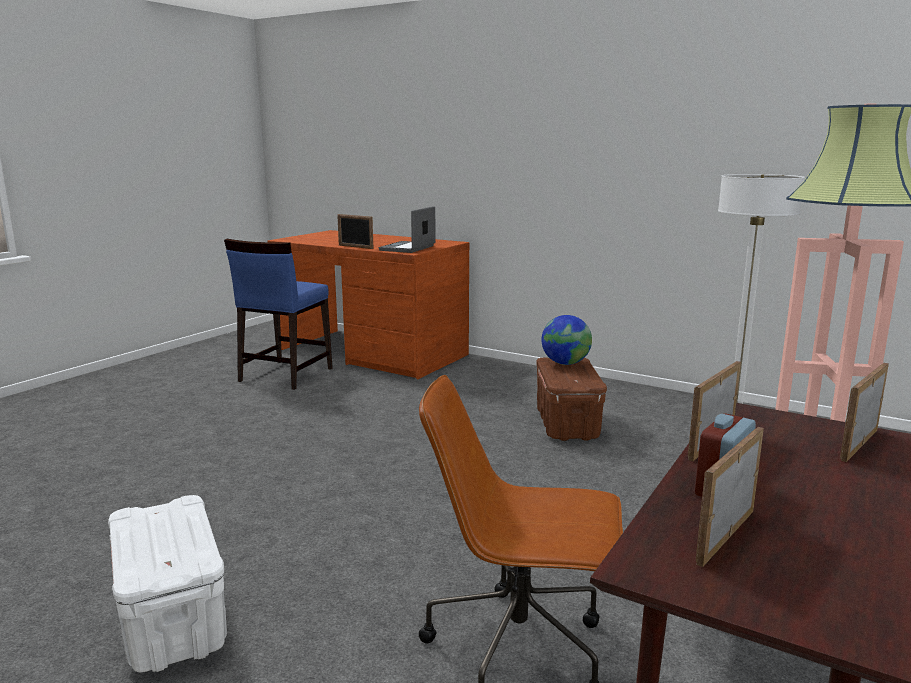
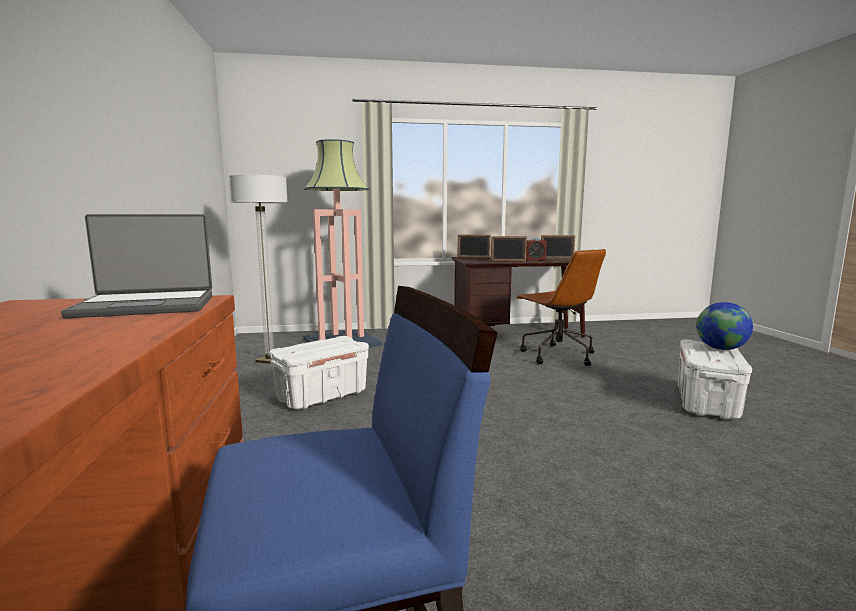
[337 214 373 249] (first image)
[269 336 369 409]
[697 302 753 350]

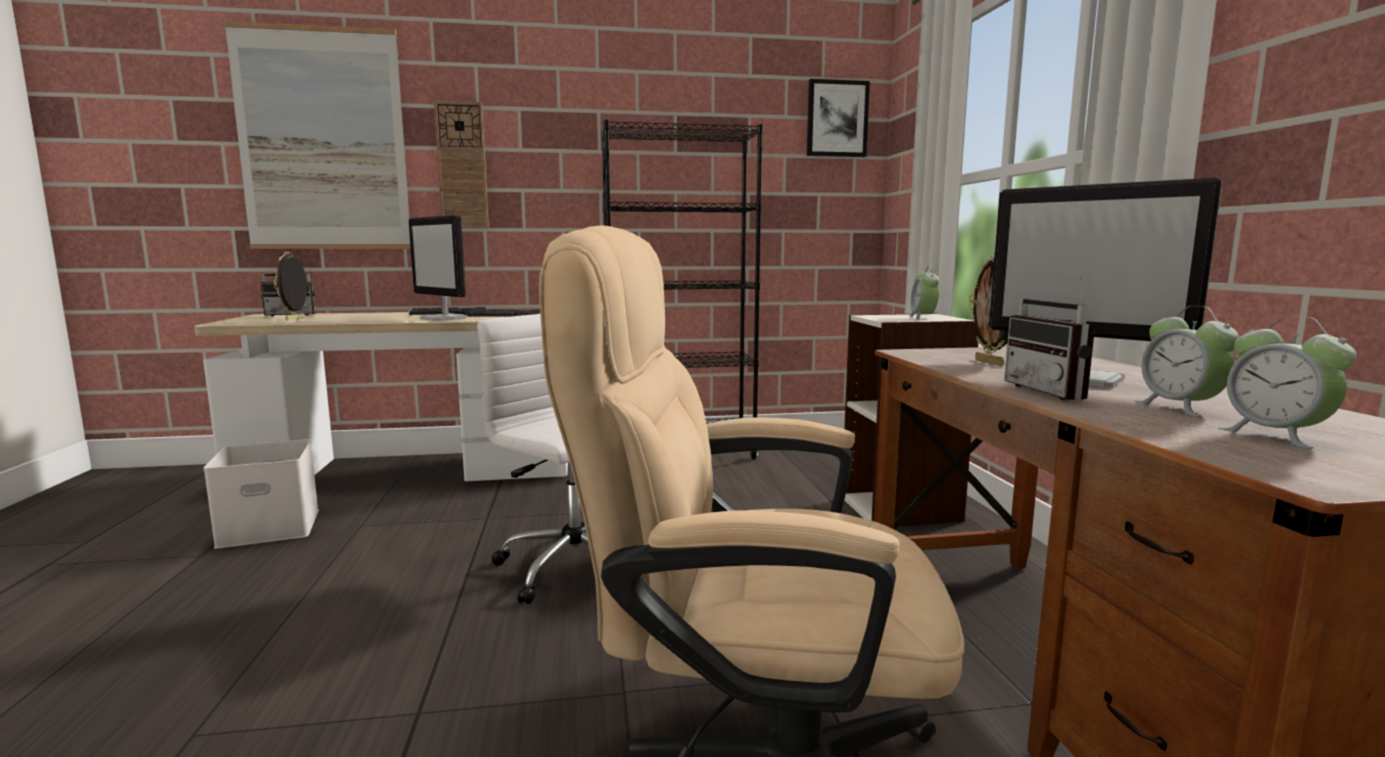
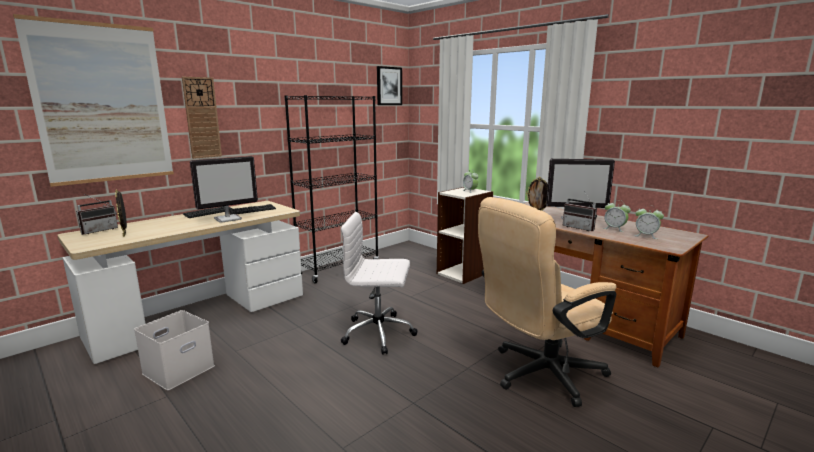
[190 156 258 223]

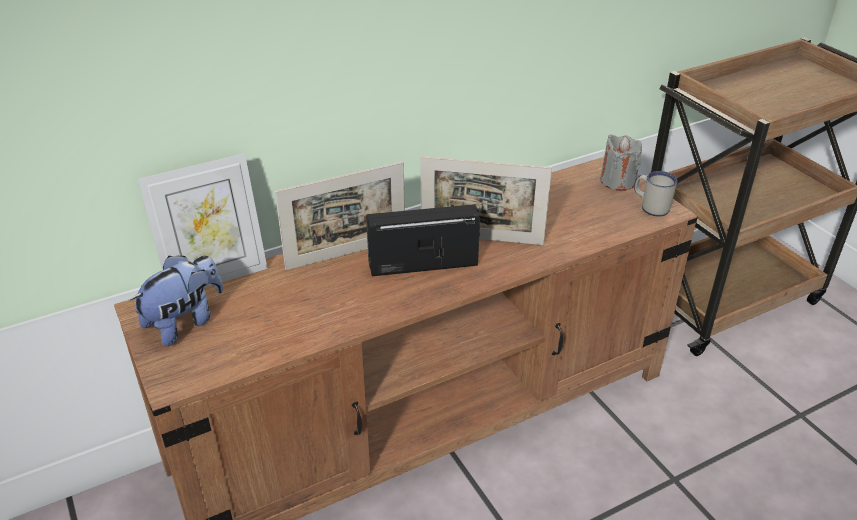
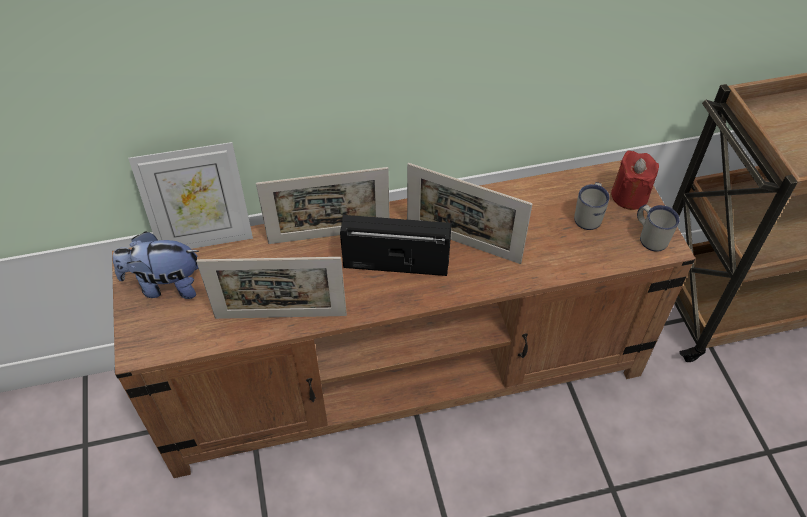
[113 231 199 299]
[611 150 659 210]
[196 257 347 319]
[574 182 610 230]

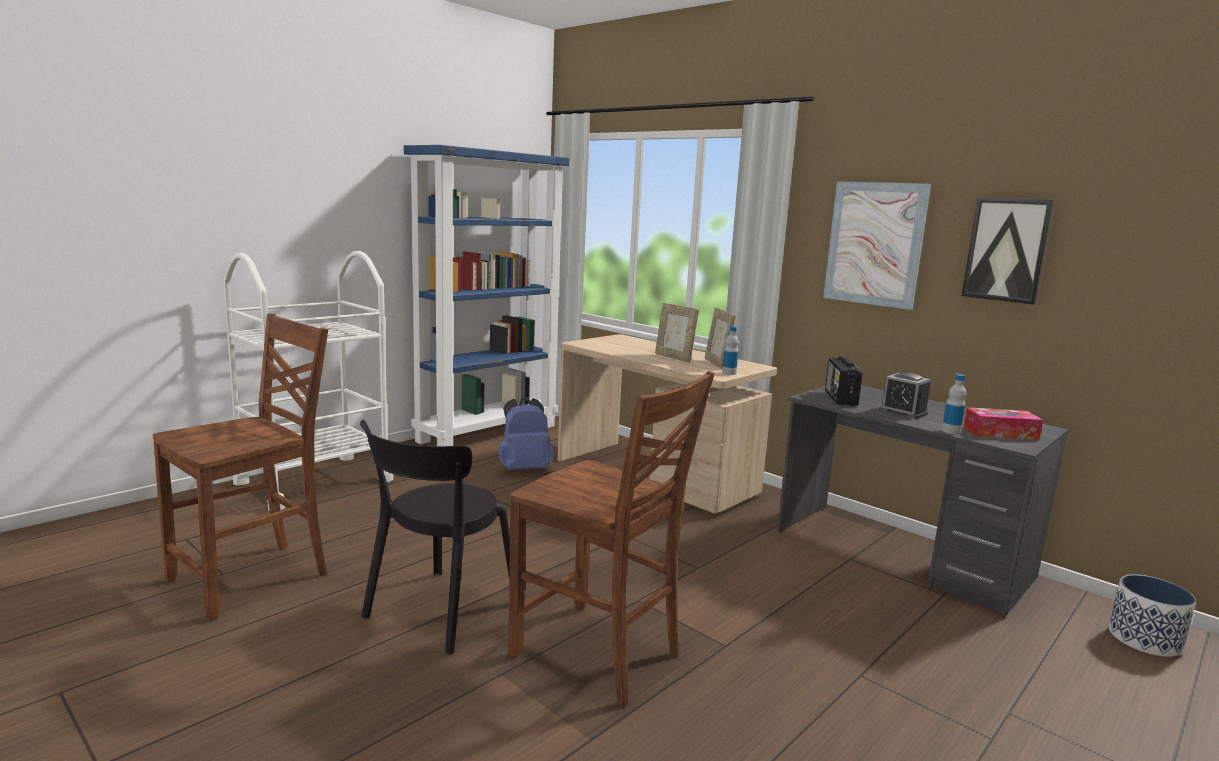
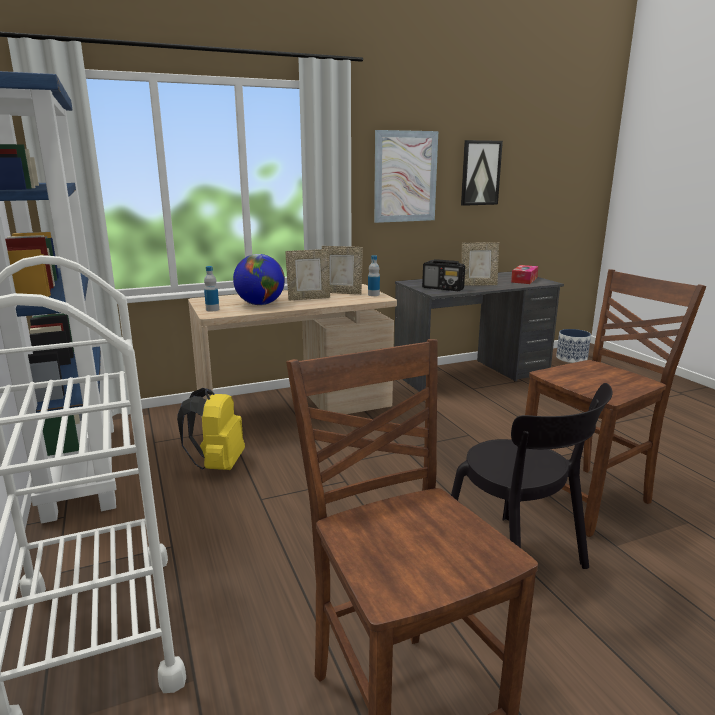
[177 388 245 470]
[461 242 499 286]
[204 266 219 311]
[233 254 285 305]

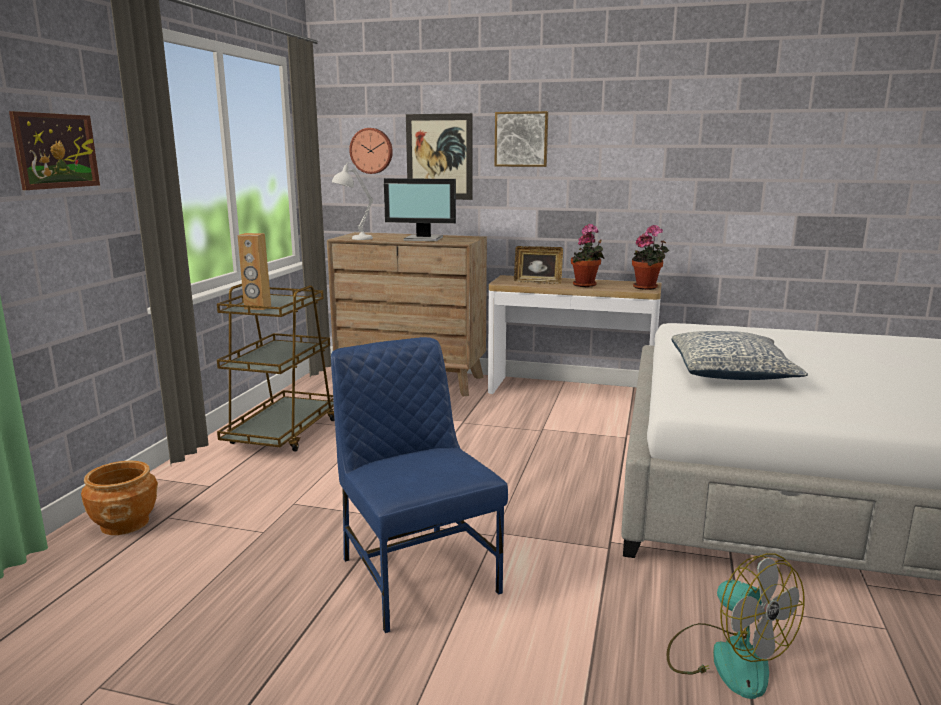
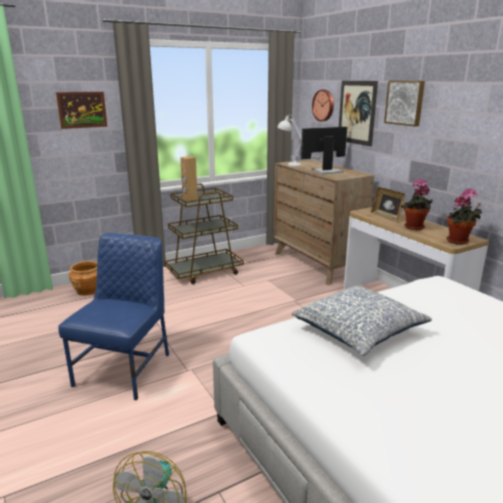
[301 127 347 174]

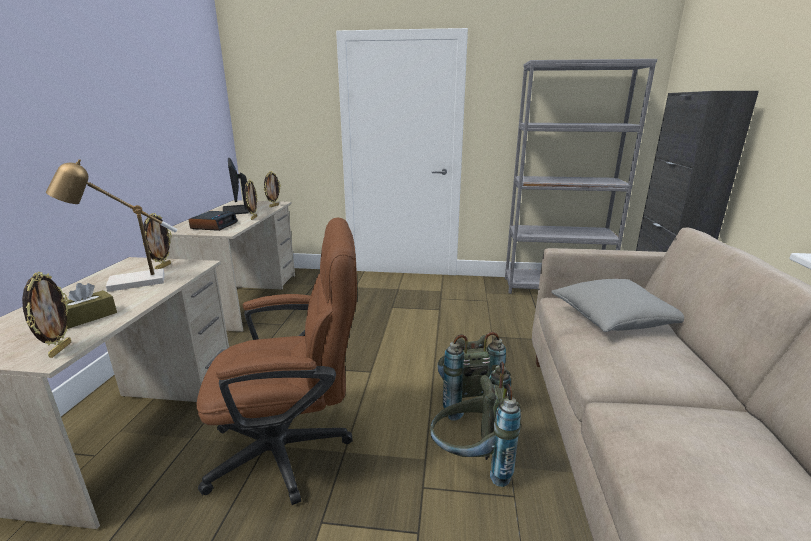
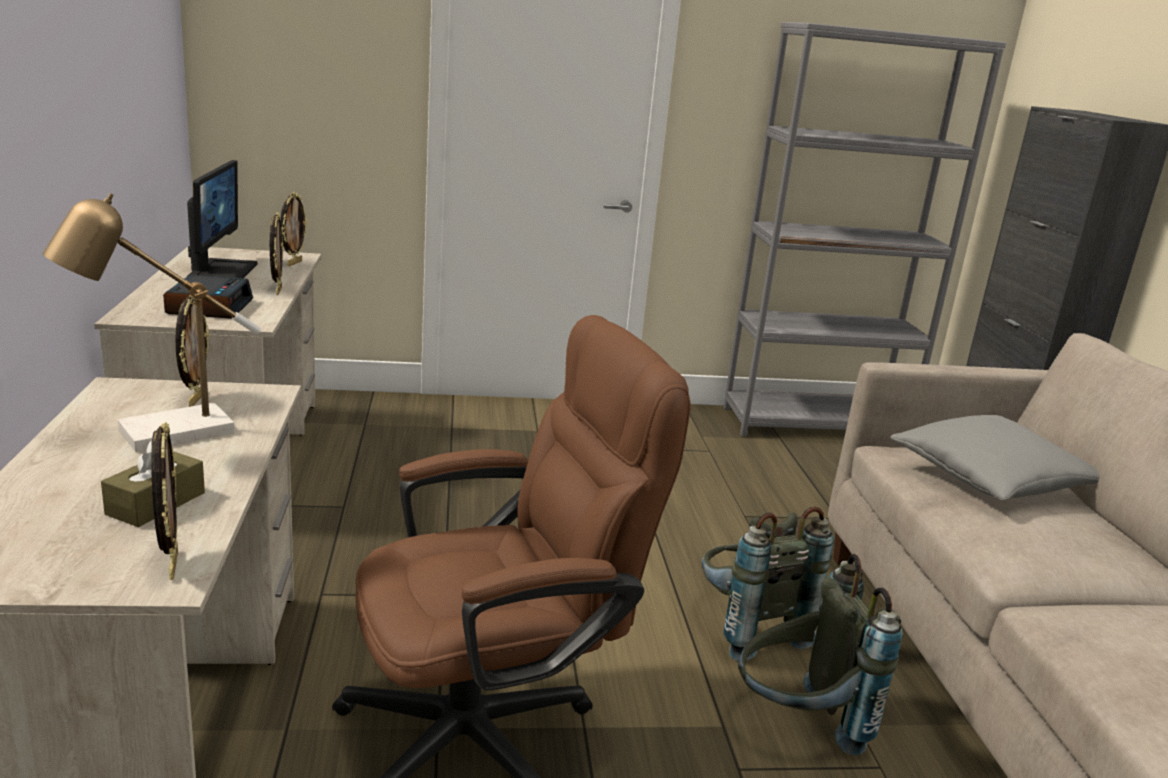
[187 160 257 278]

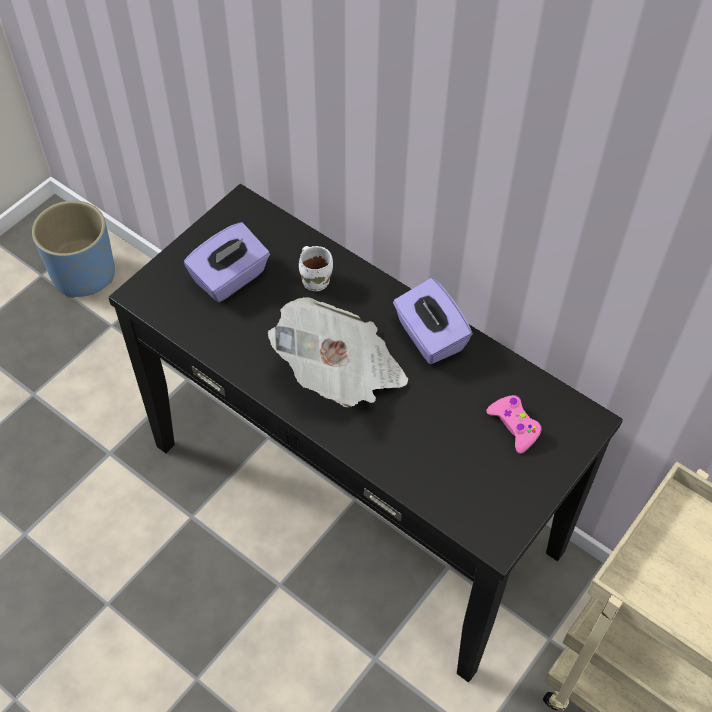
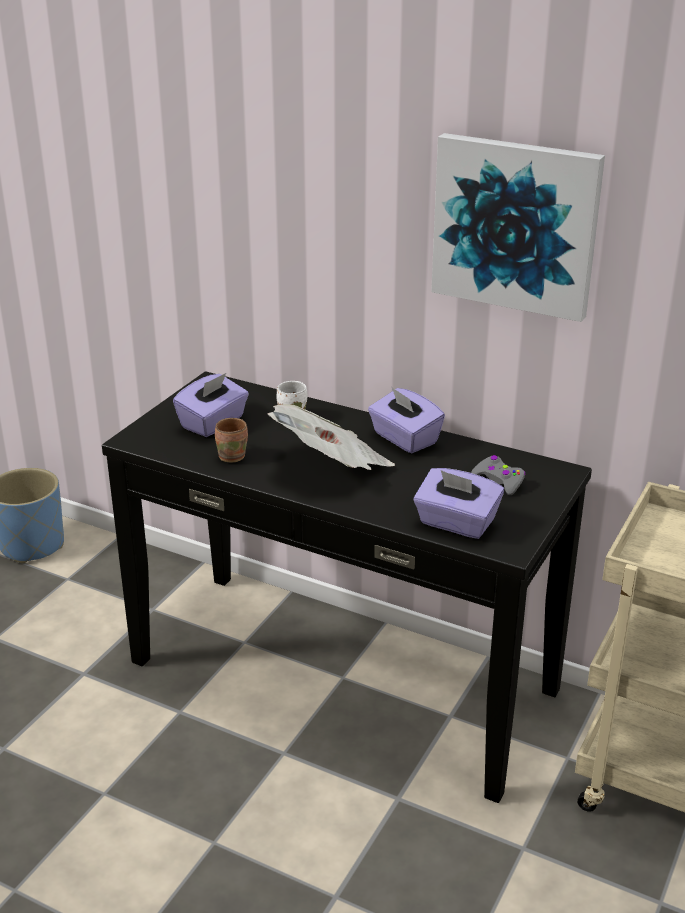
[471 455 526 495]
[215 418 248 462]
[414 468 504 539]
[431 133 605 322]

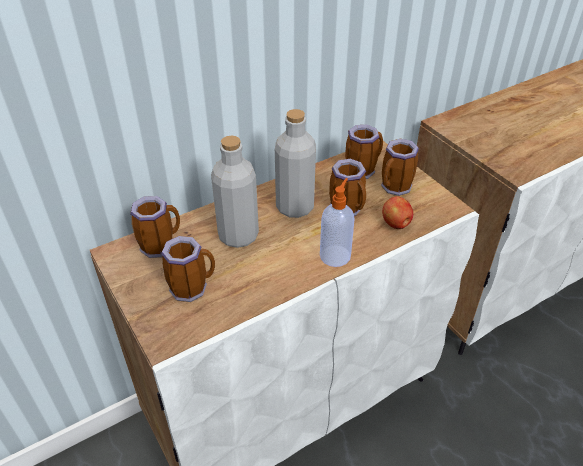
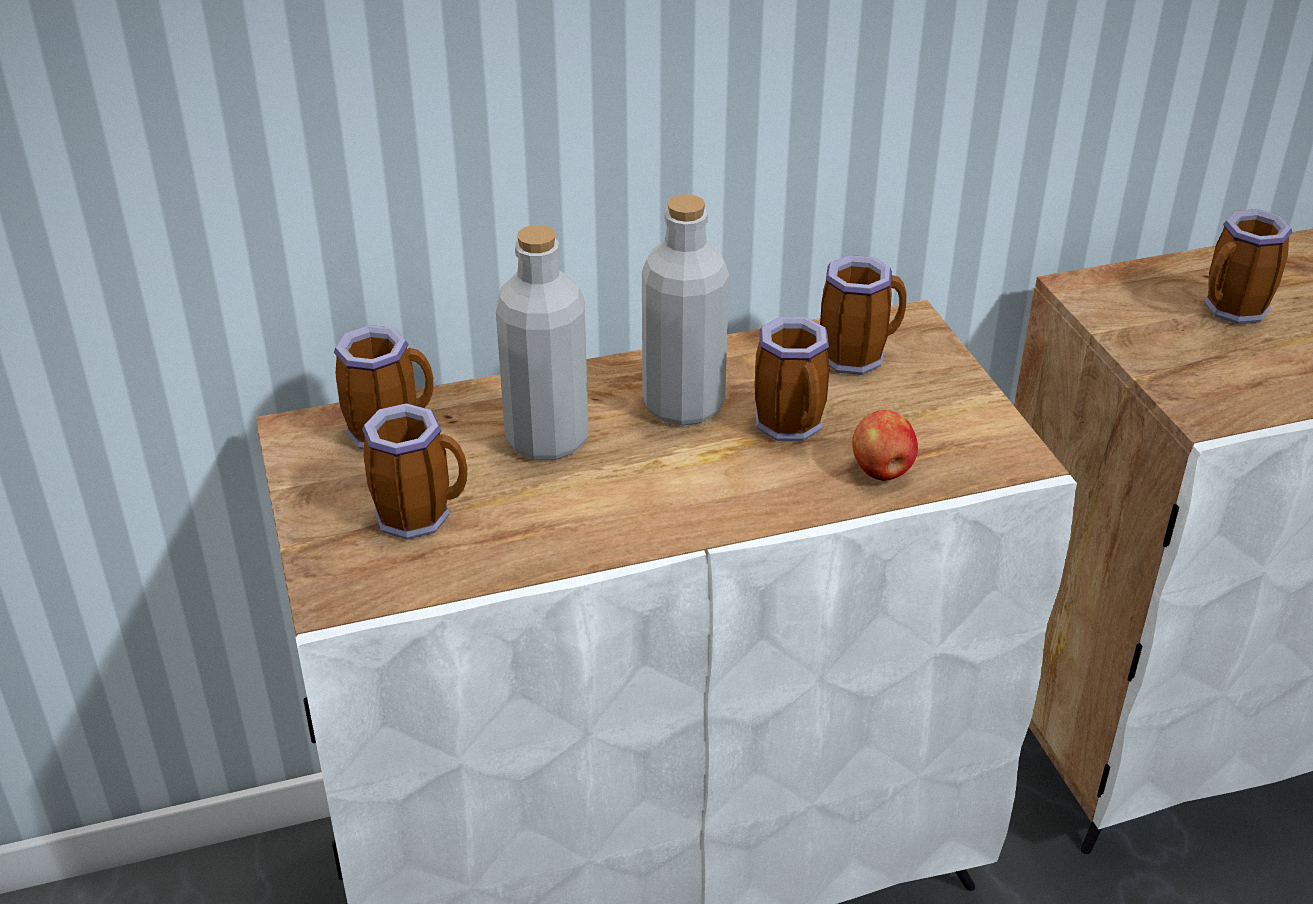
[320 178 355 267] (first image)
[1204 209 1292 324]

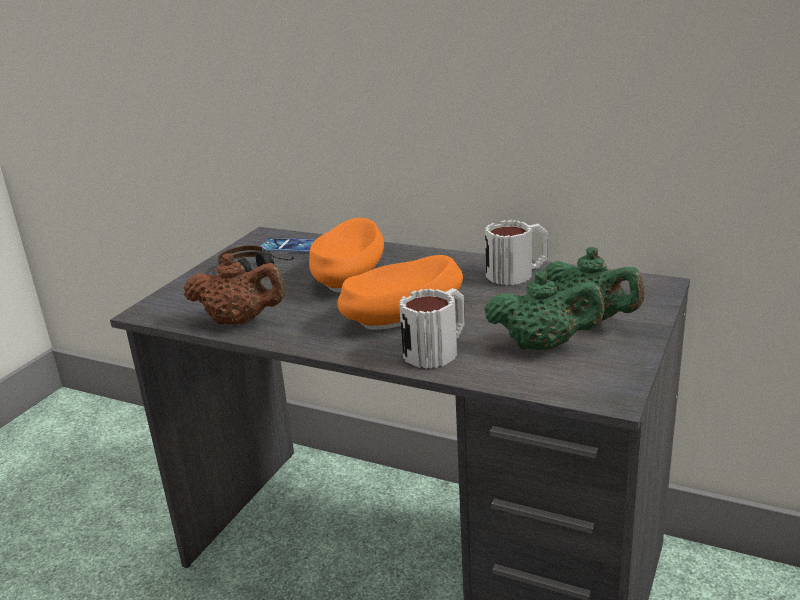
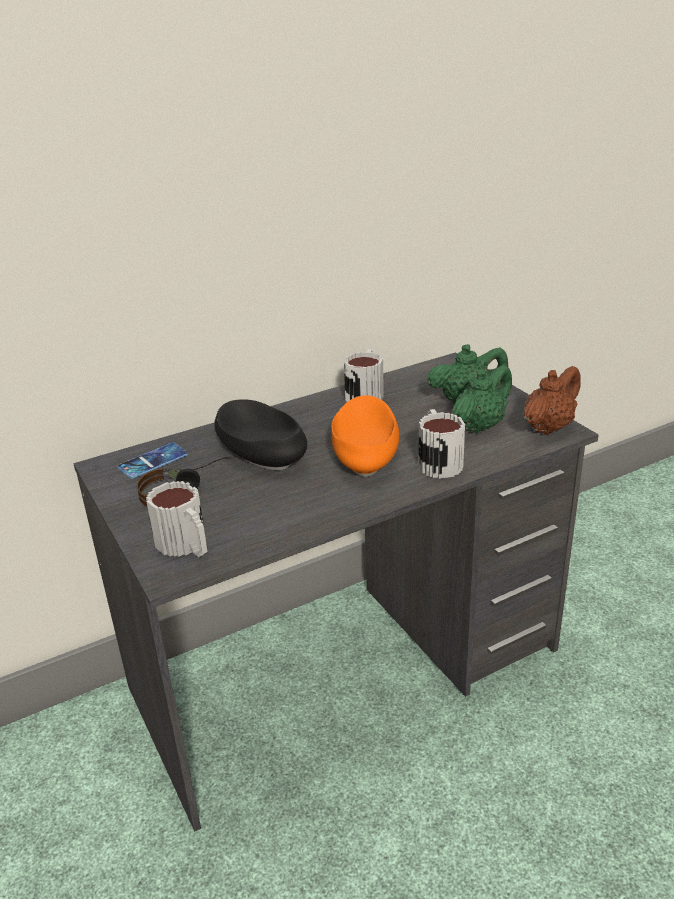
[524 366 581 435]
[214 399 307 470]
[146 481 207 557]

